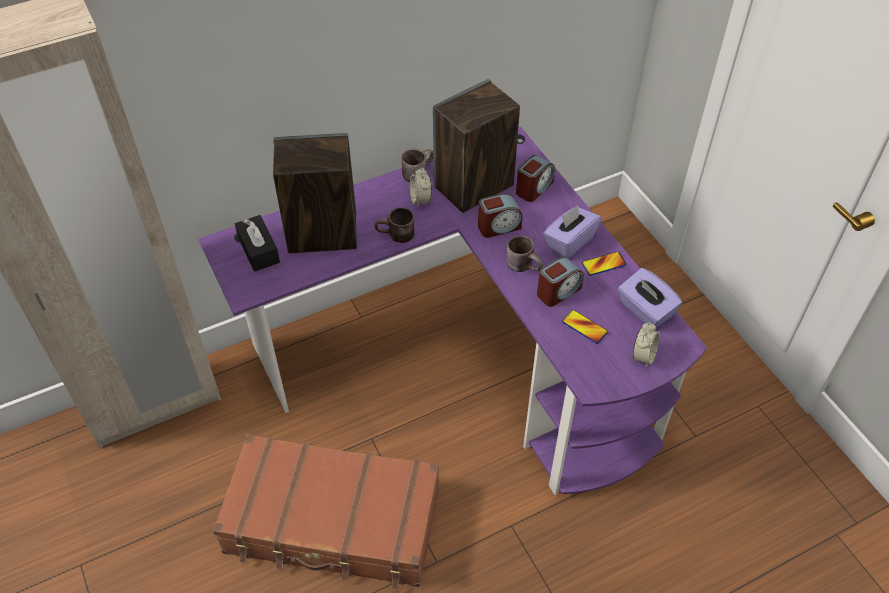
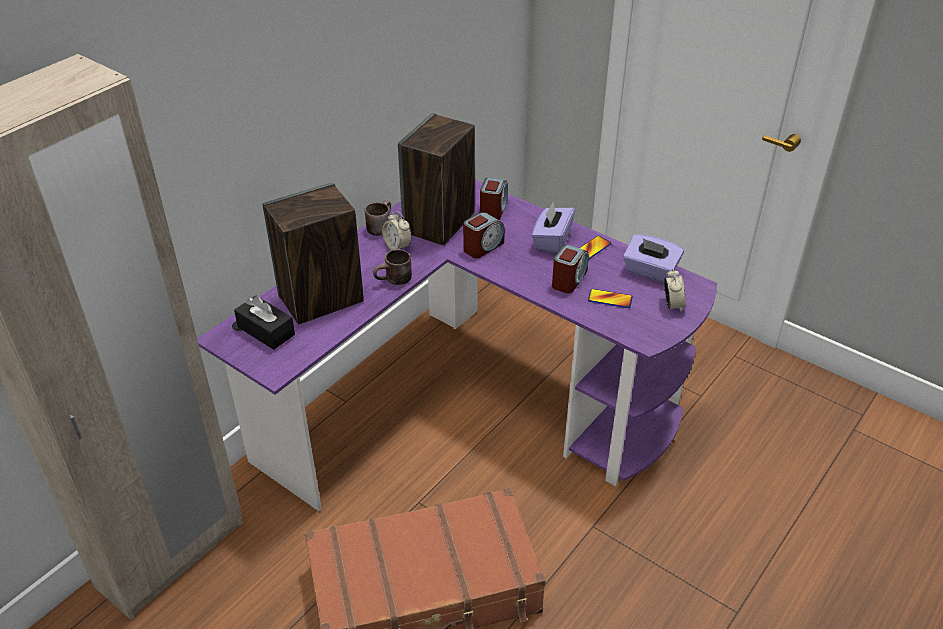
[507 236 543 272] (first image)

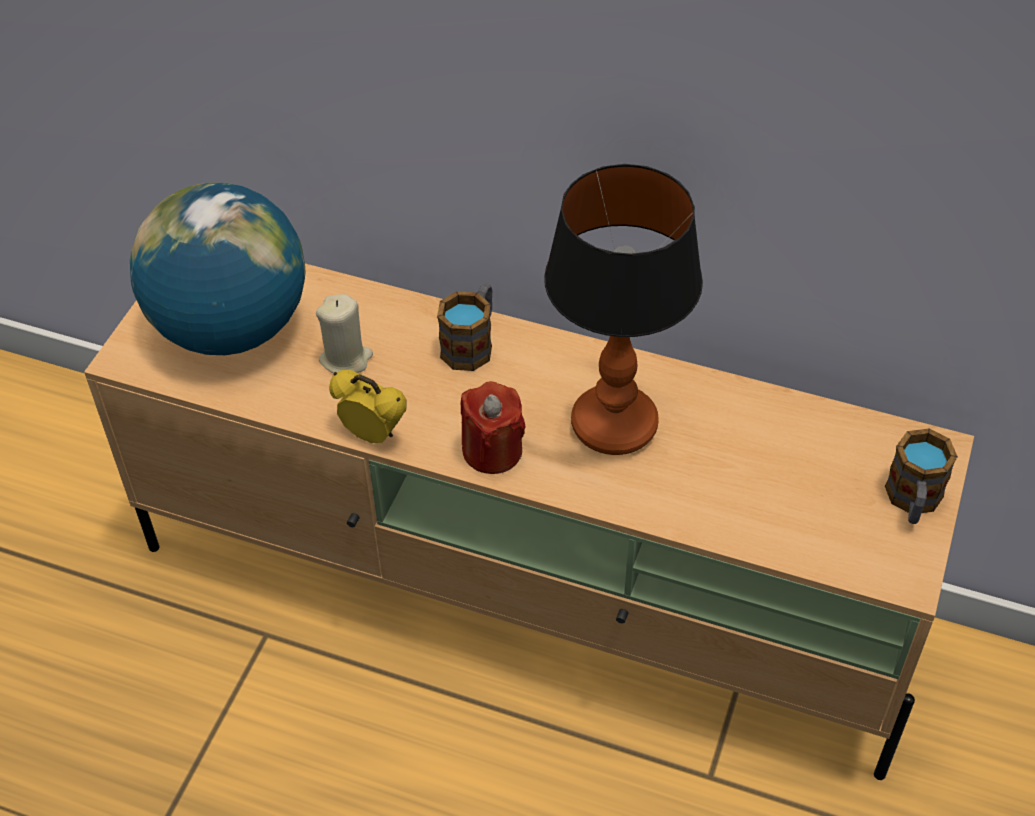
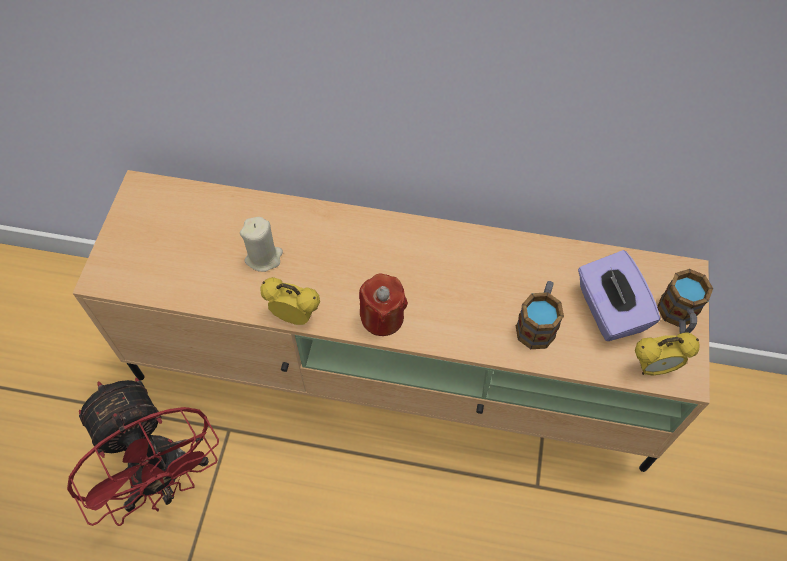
[130 182 306 355] (first image)
[516 281 564 349]
[544 164 703 455] (first image)
[67 378 219 526]
[578 250 660 341]
[635 333 700 376]

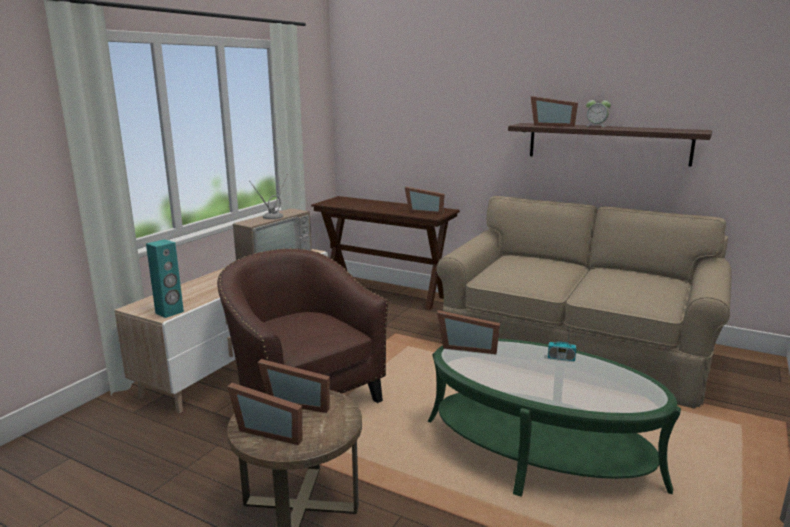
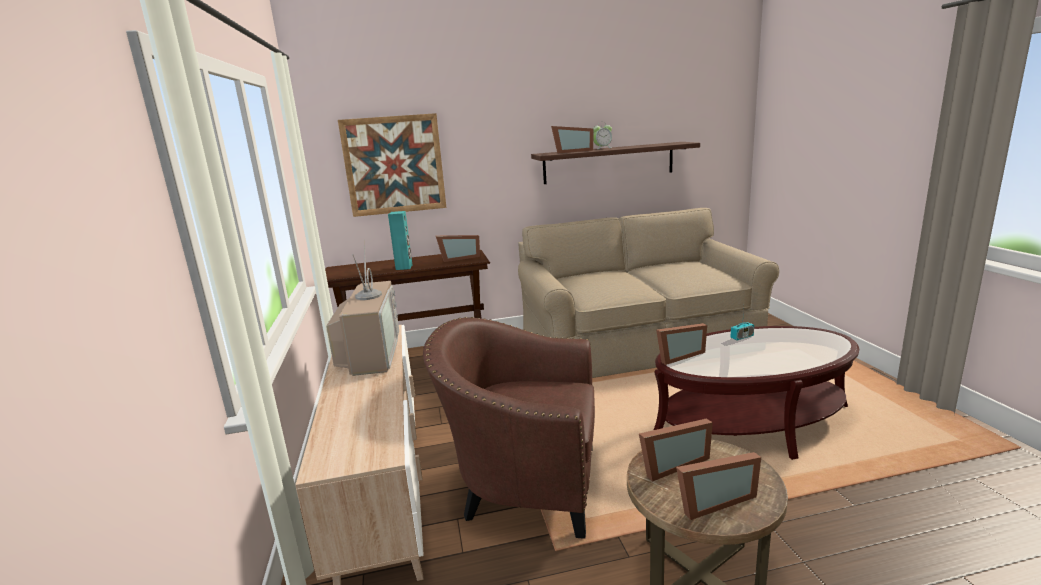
[388 211 412 270]
[654 326 859 460]
[338 113 446 217]

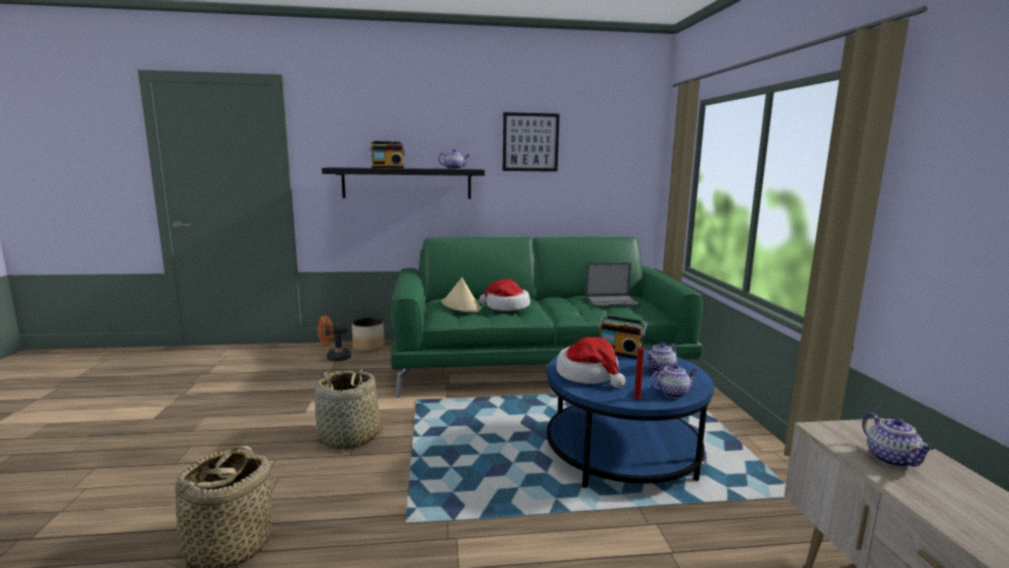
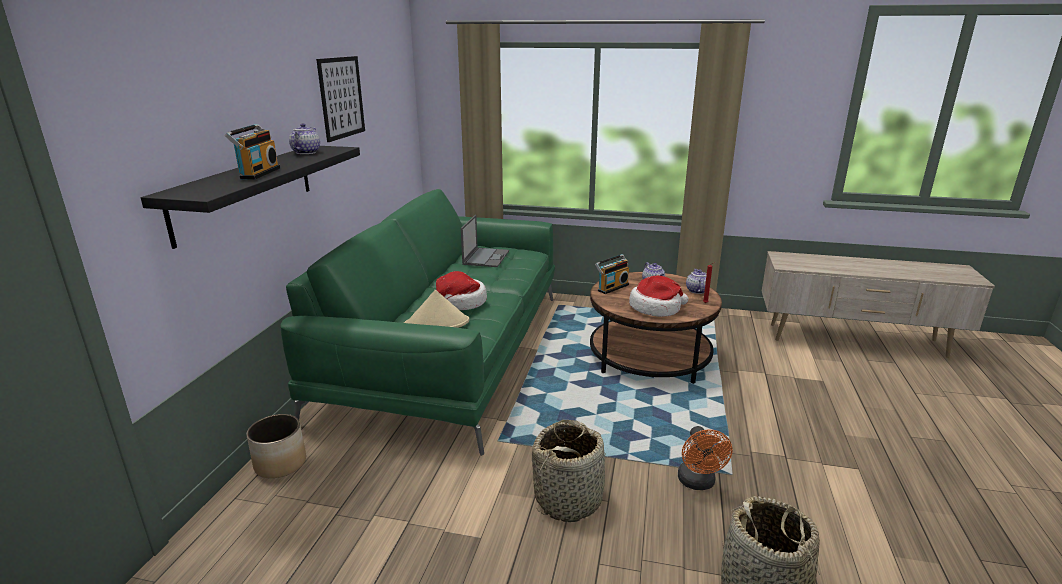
[678 426 733 490]
[590 272 722 384]
[862 413 935 467] (first image)

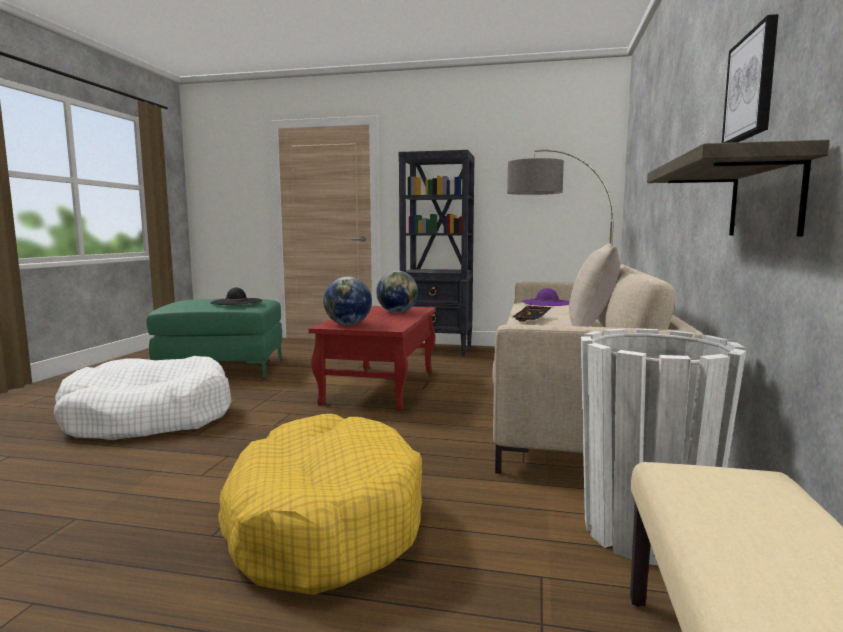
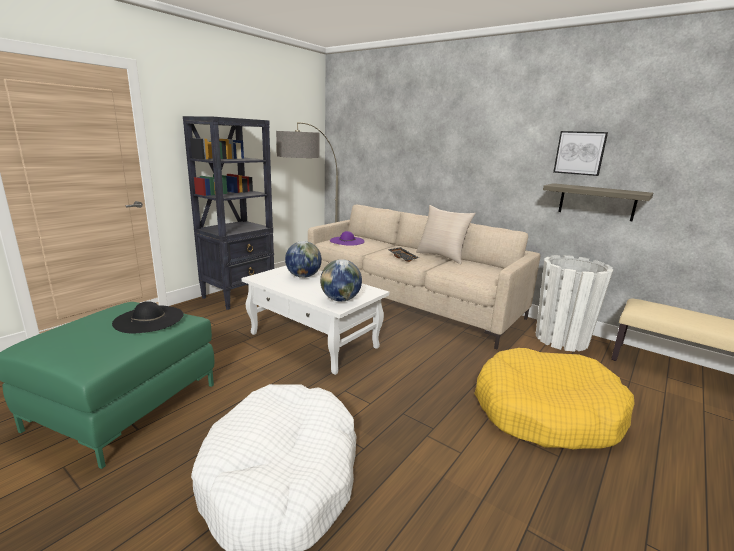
[242 266 389 375]

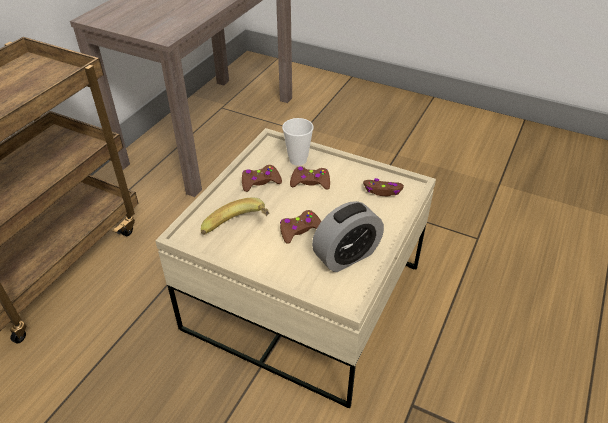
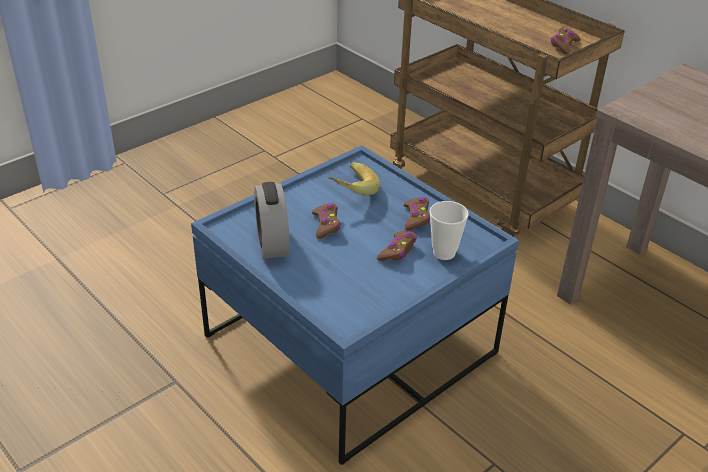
[191 145 519 465]
[551 27 581 54]

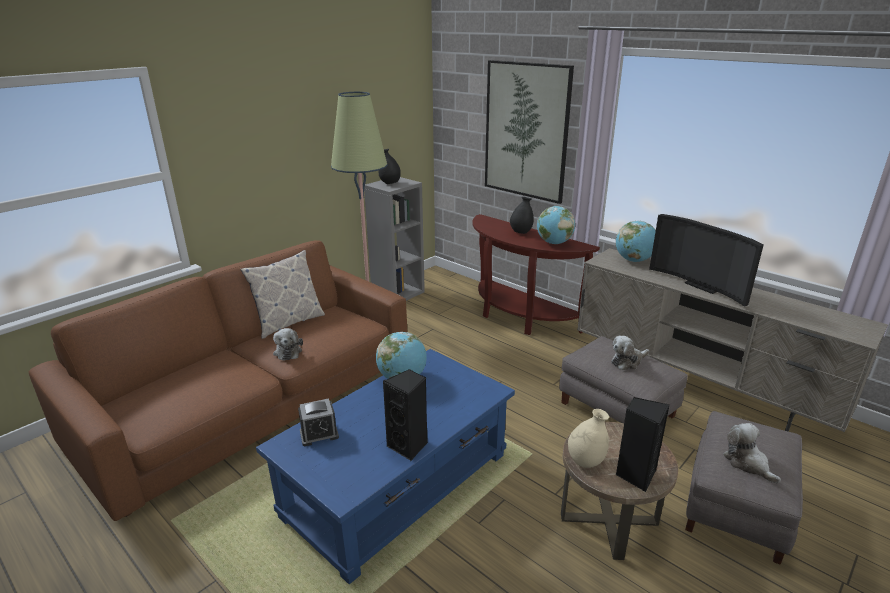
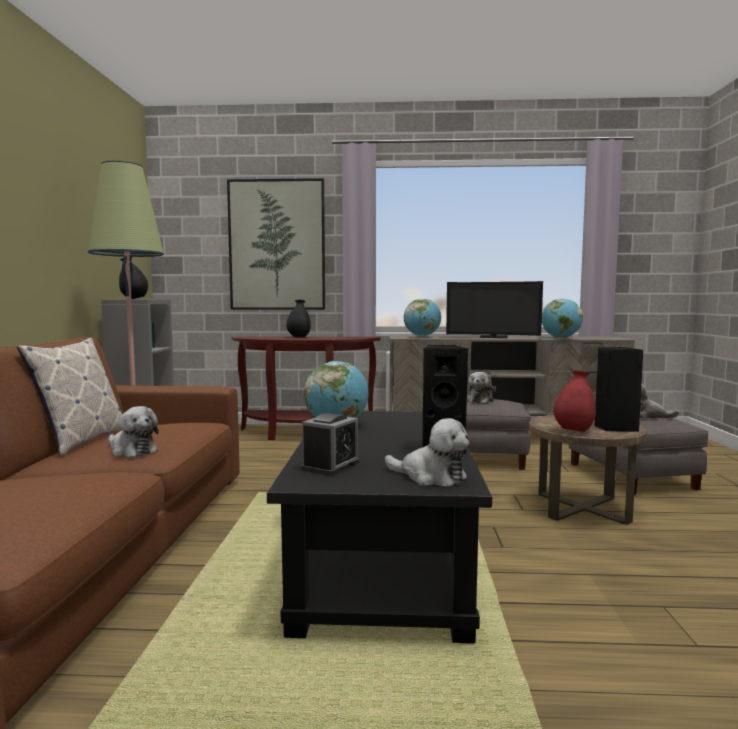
[267 411 492 643]
[542 298 583 338]
[553 370 596 432]
[385 418 469 486]

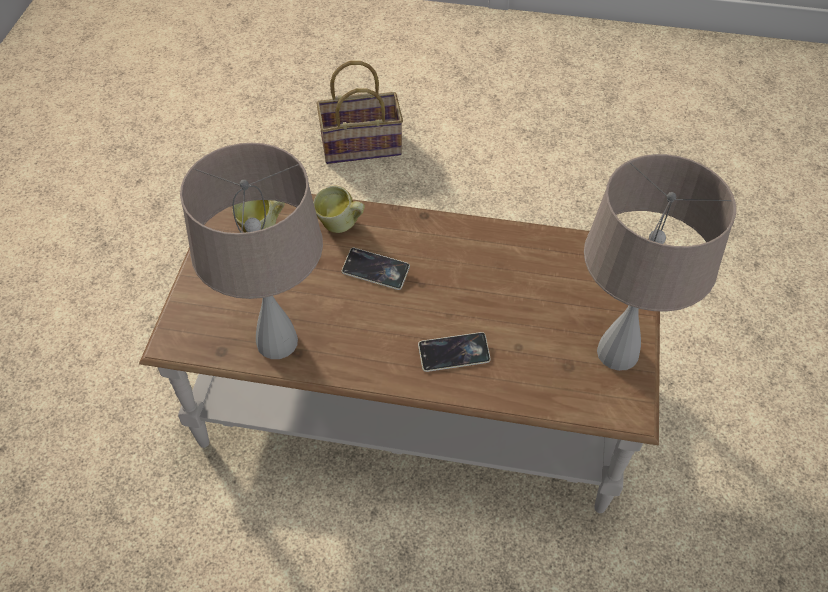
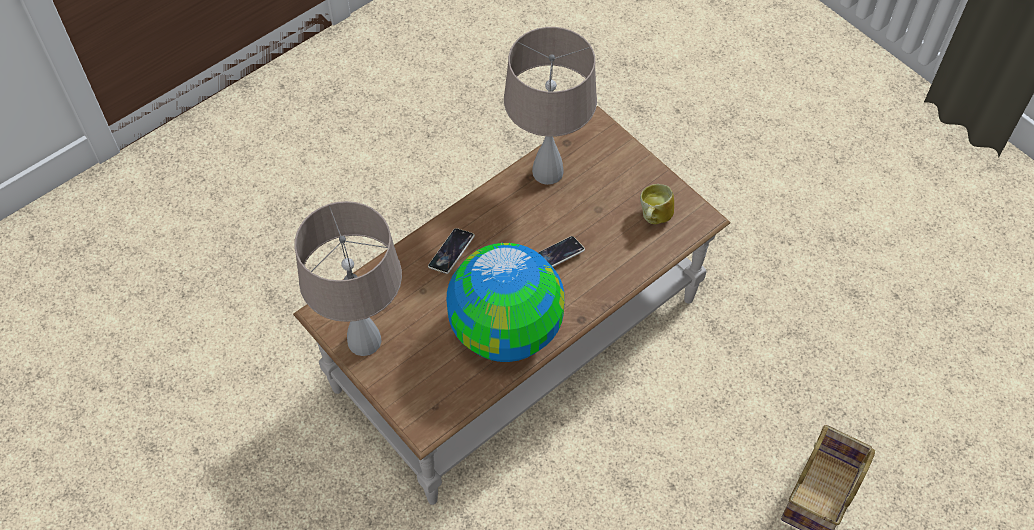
[313 185 365 233] (first image)
[446 243 565 362]

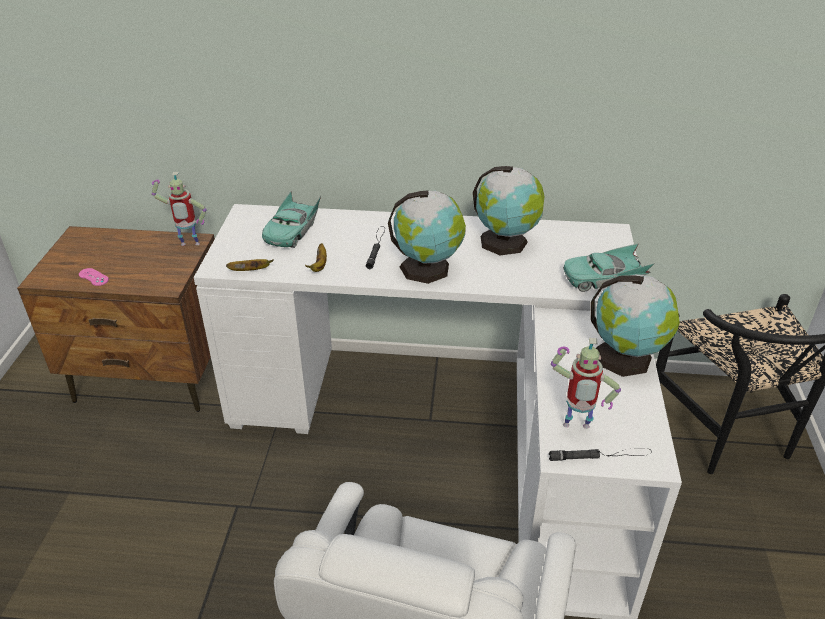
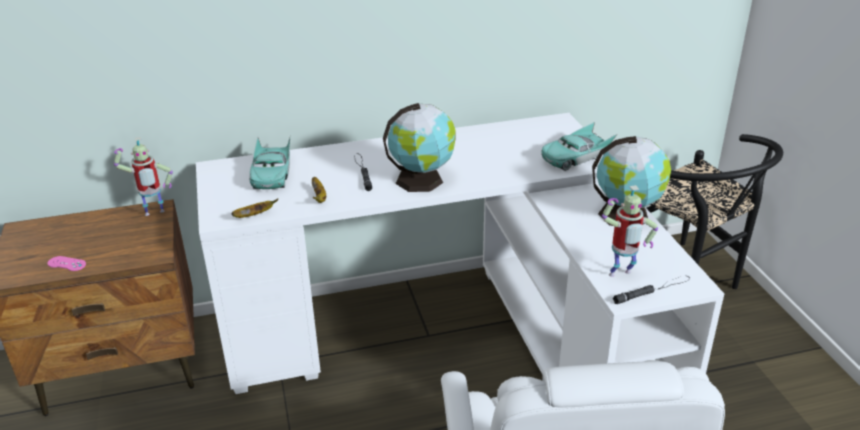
[473 166 544 255] (first image)

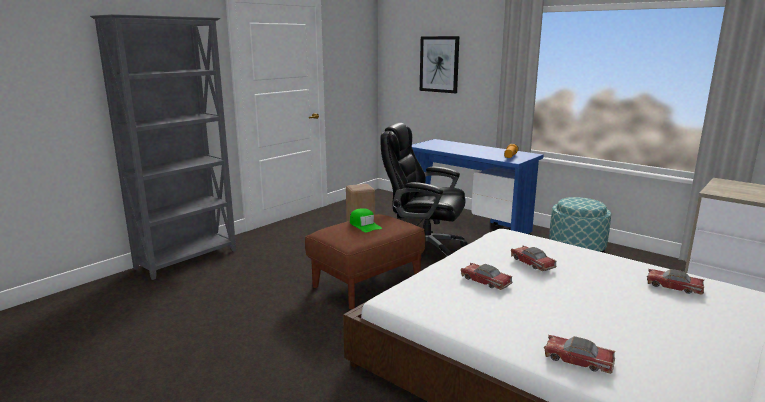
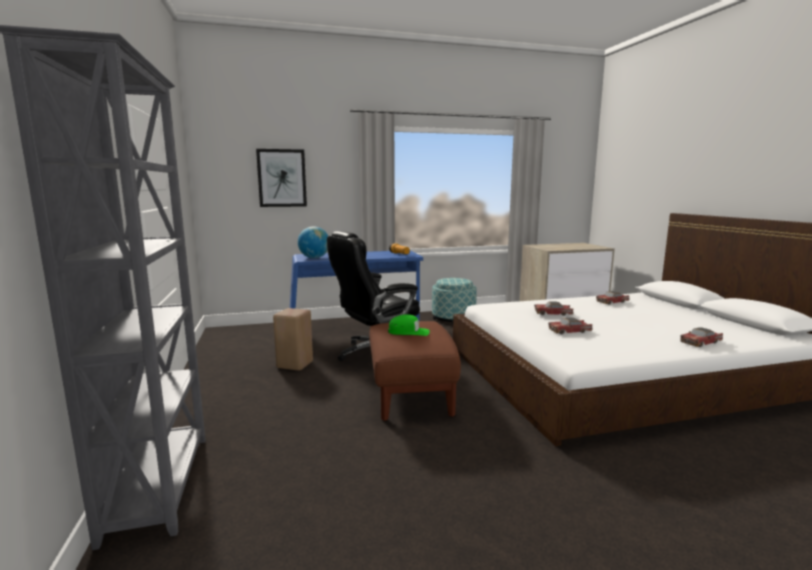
[298 226 328 258]

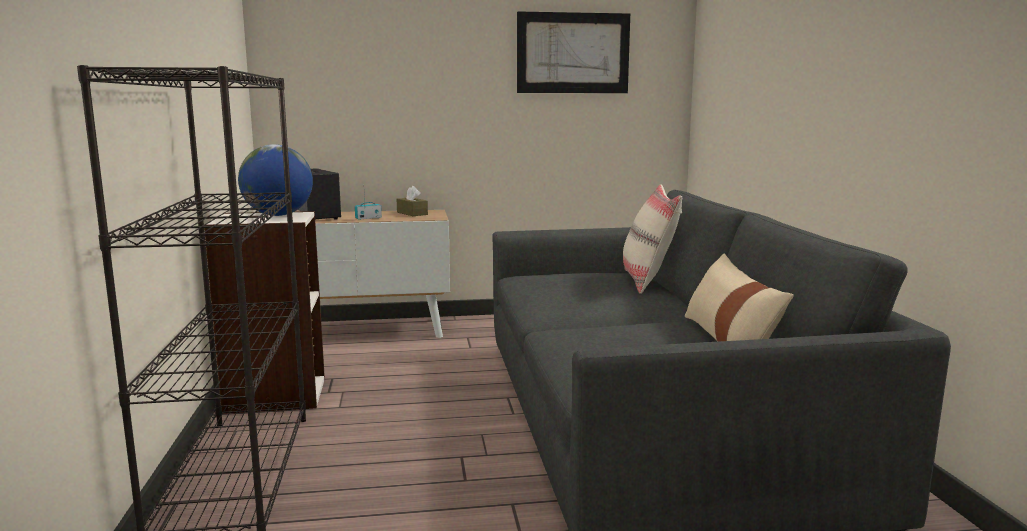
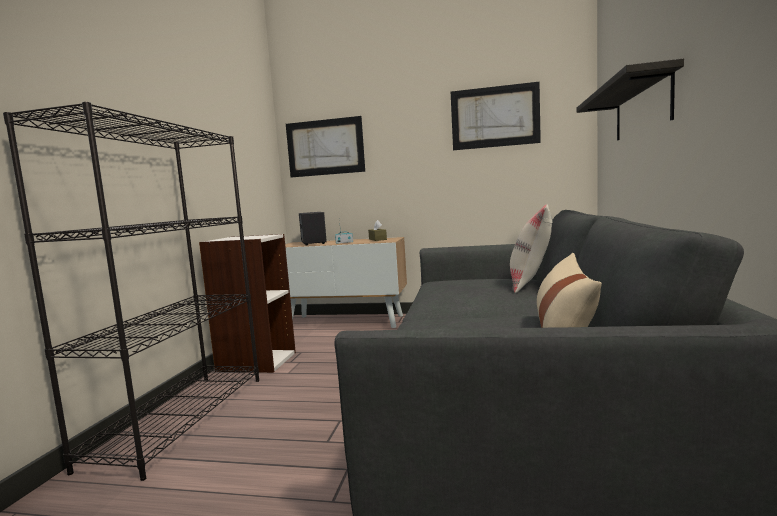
[238 144 313 216] (first image)
[286 116 365 178]
[576 58 684 141]

